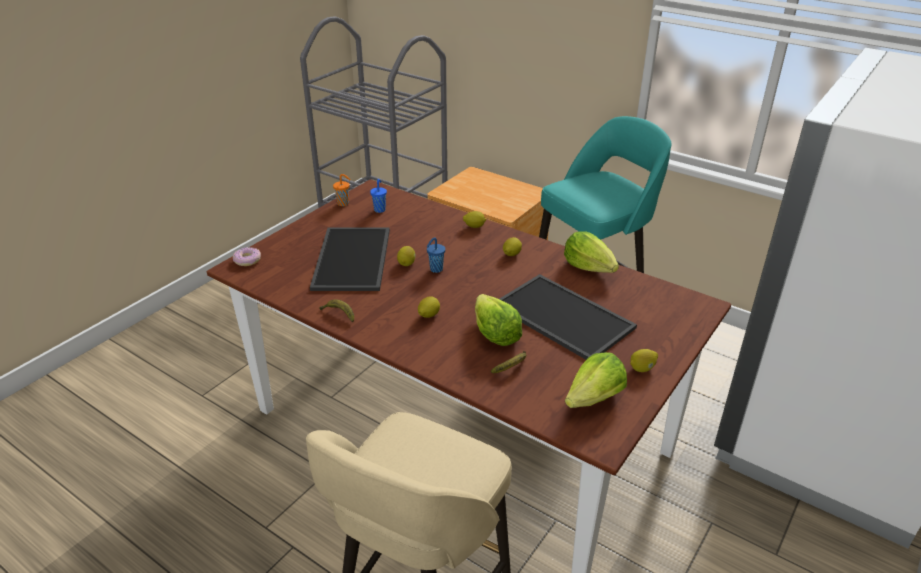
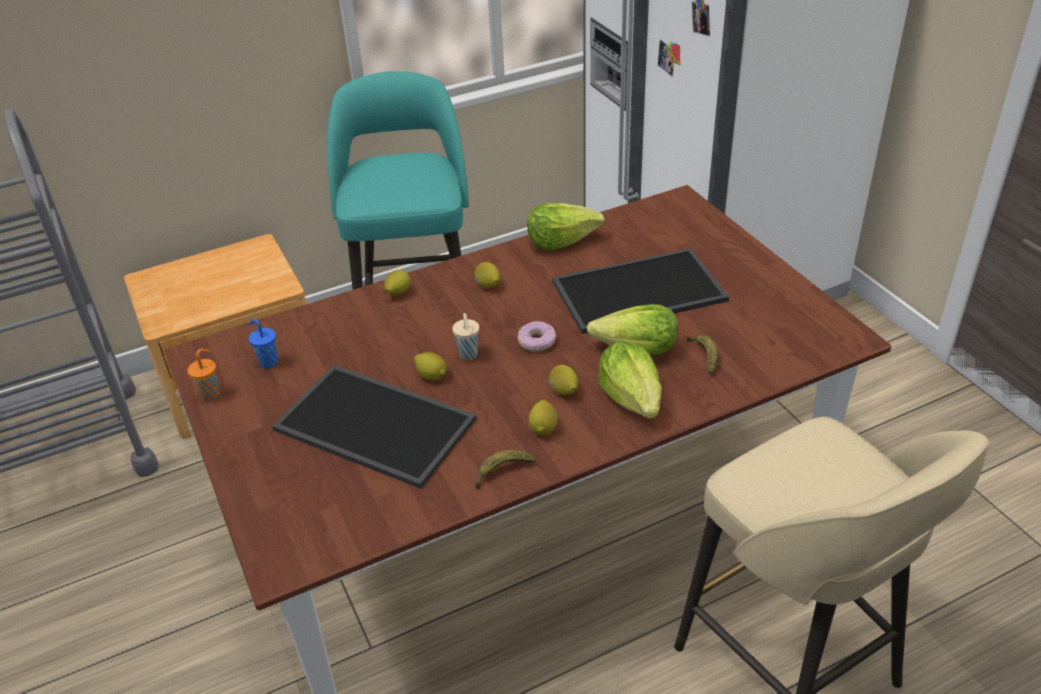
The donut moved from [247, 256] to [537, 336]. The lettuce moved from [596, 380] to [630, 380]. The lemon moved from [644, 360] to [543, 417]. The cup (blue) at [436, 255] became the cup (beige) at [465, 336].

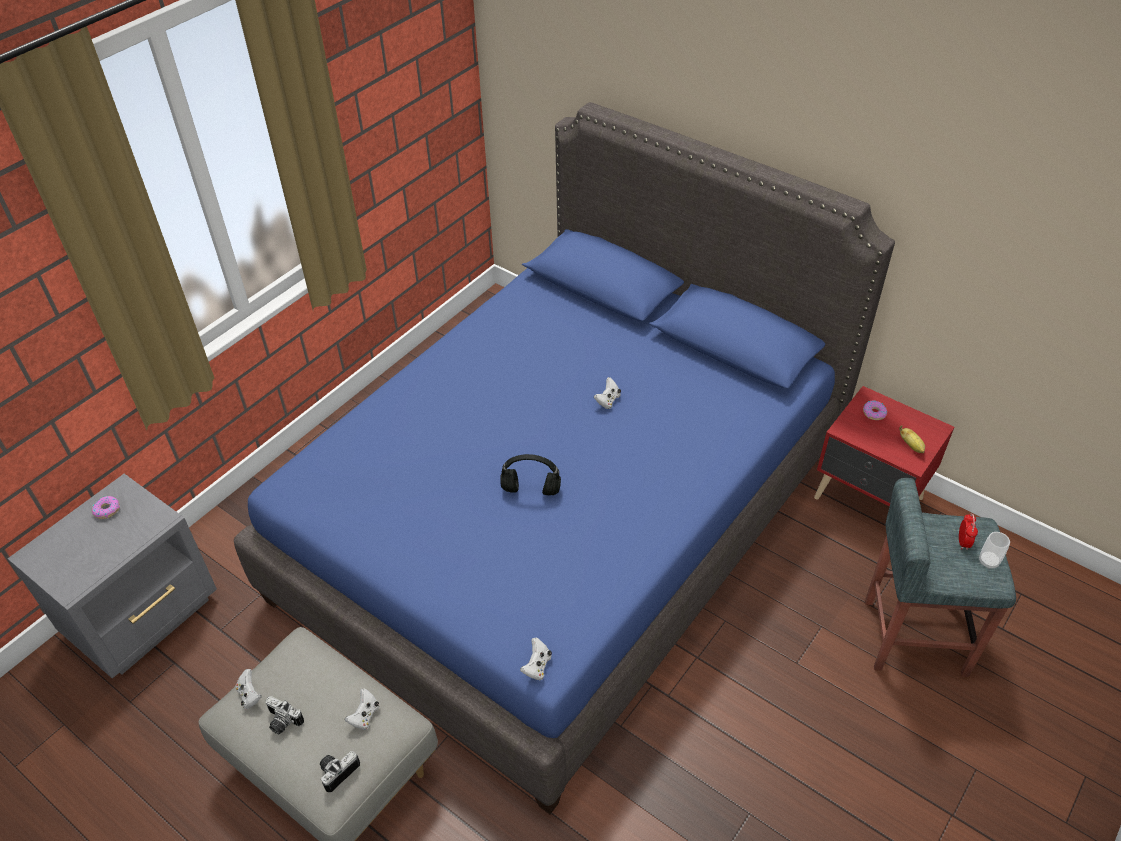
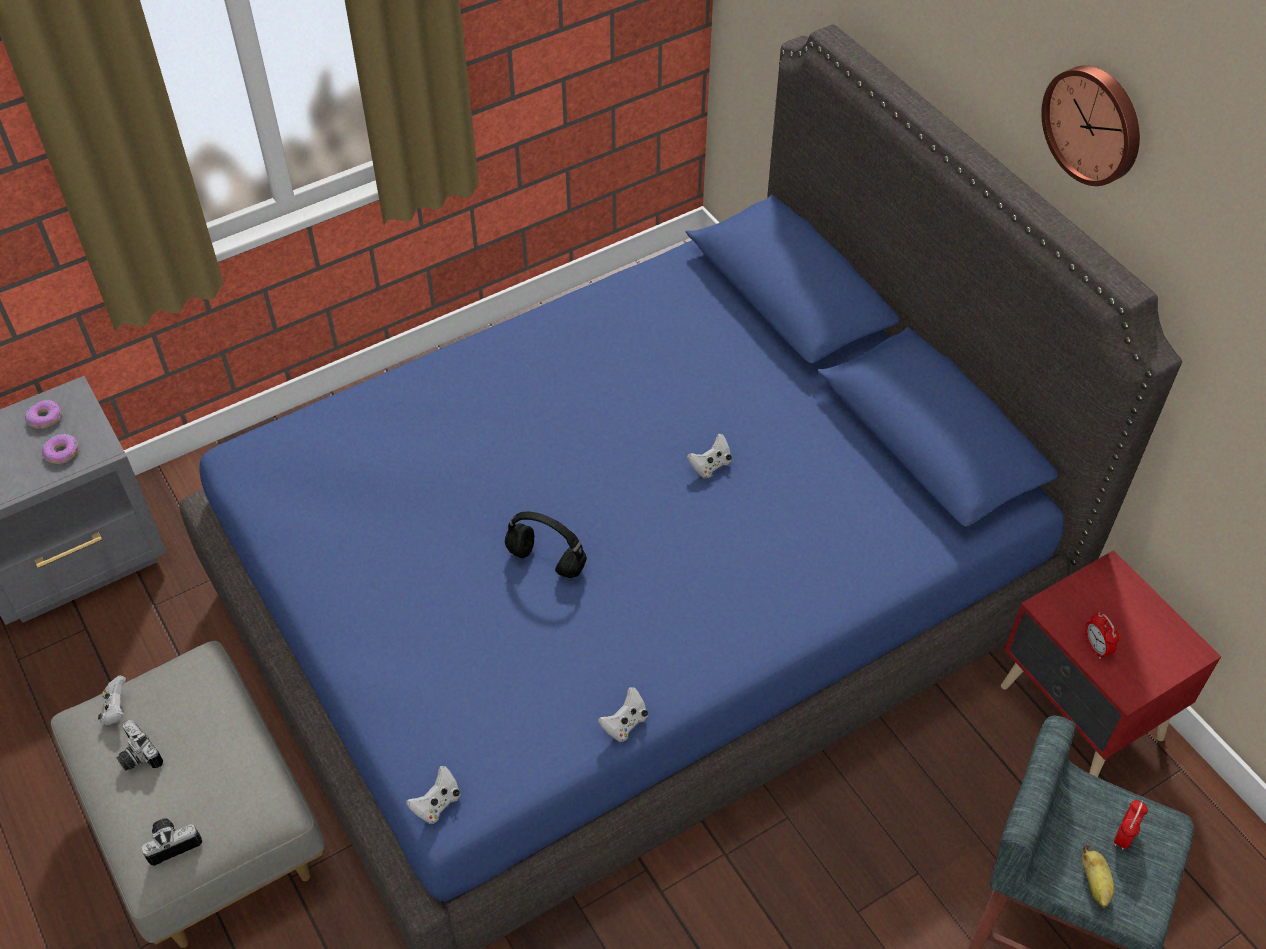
The cup at [994, 550] disappeared. The wall clock at [1090, 125] appeared. The alarm clock at [1102, 635] appeared. The game controller (white) moved from [362, 709] to [623, 714]. The donut moved from [875, 410] to [60, 448]. The banana moved from [912, 439] to [1098, 876].

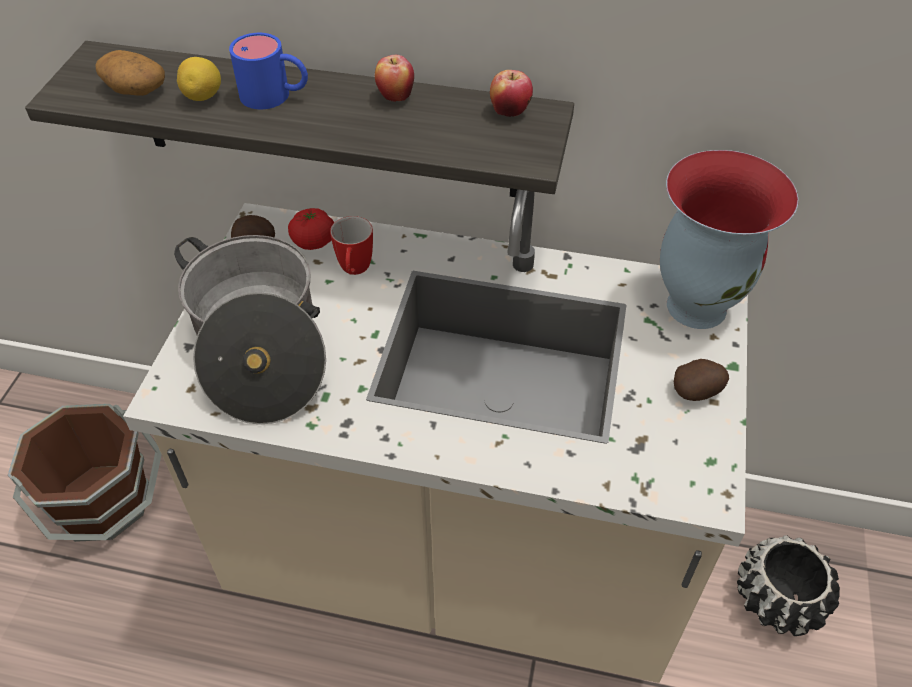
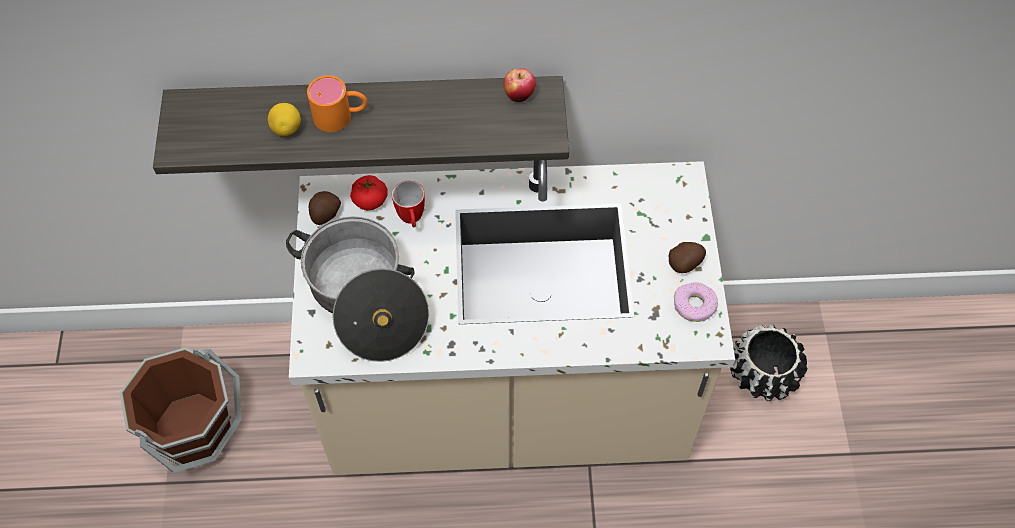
The potato at [130, 73] disappeared. The apple at [394, 78] disappeared. The vase at [729, 239] disappeared. The donut at [696, 302] appeared. The mug (blue) at [268, 71] became the mug (orange) at [337, 103].

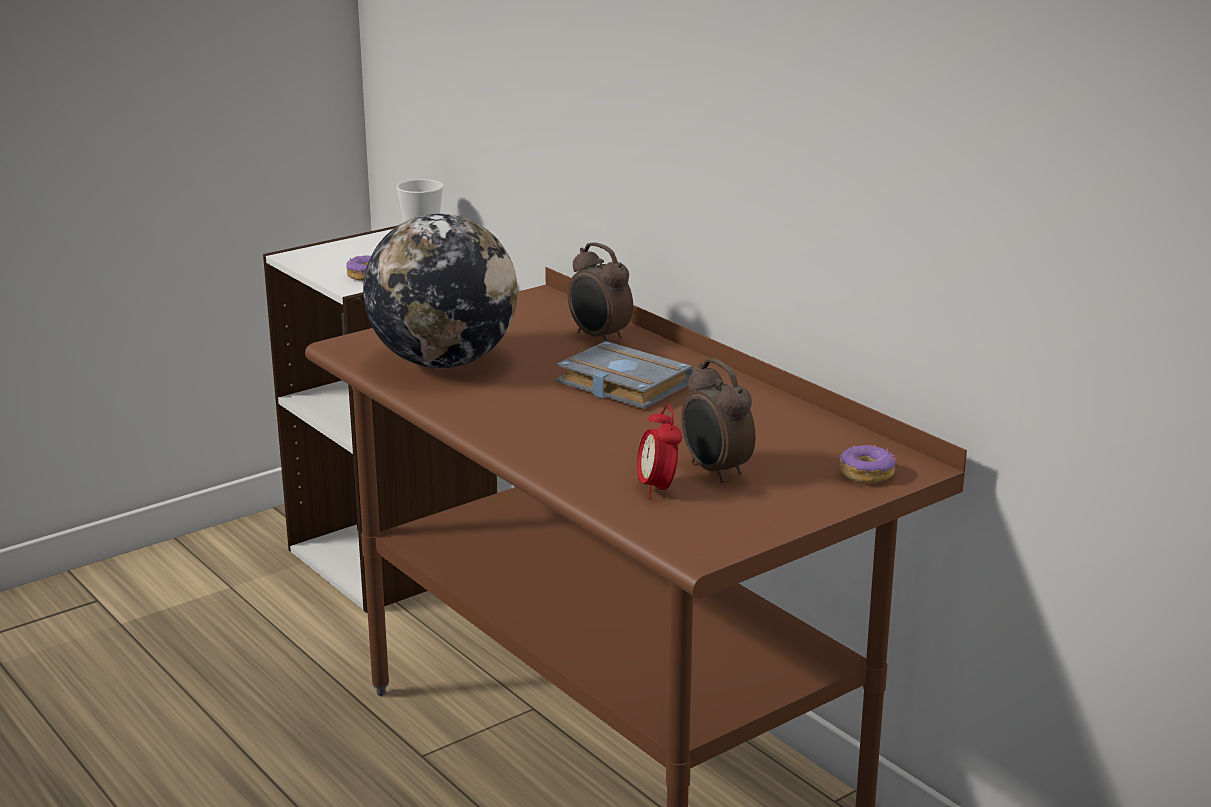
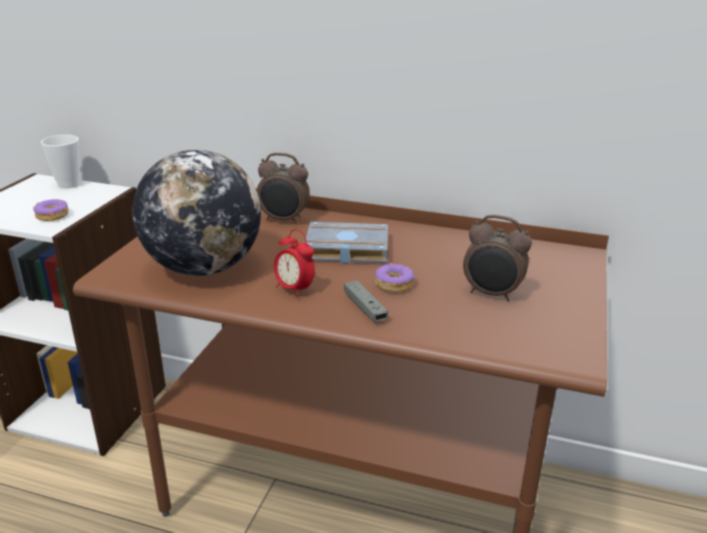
The game controller (grey) at [366, 301] appeared. The alarm clock moved from [659, 451] to [294, 263]. The donut moved from [868, 464] to [394, 278].

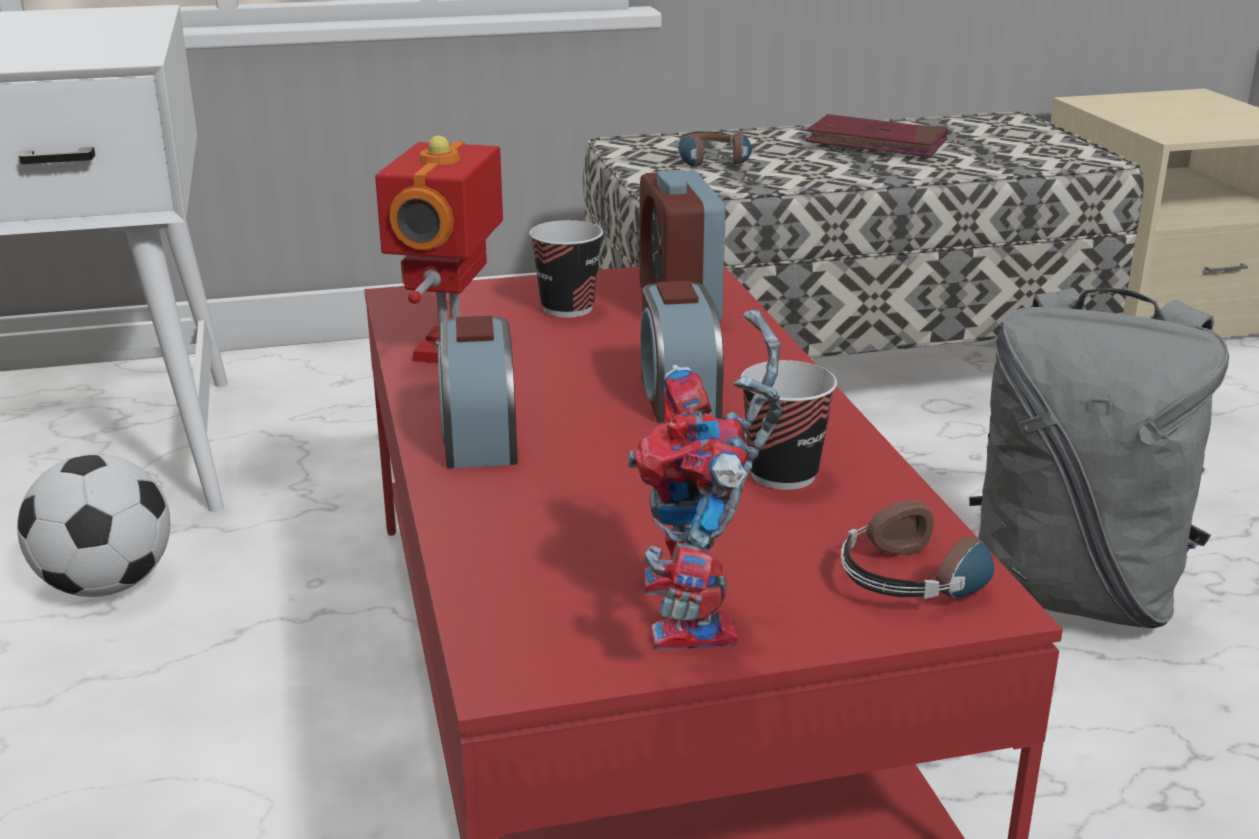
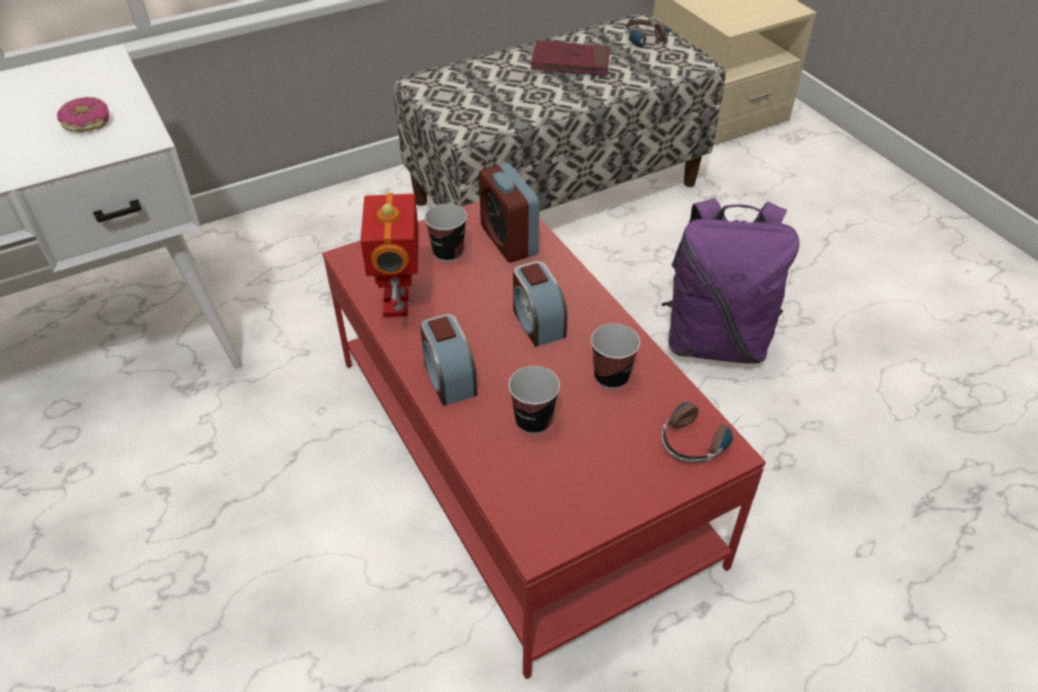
The football at [93, 525] disappeared. The toy robot at [704, 479] disappeared. The donut at [83, 114] appeared. The cup at [534, 400] appeared. The headphones moved from [714, 149] to [647, 33]. The backpack (grey) at [1099, 458] became the backpack (purple) at [730, 281].

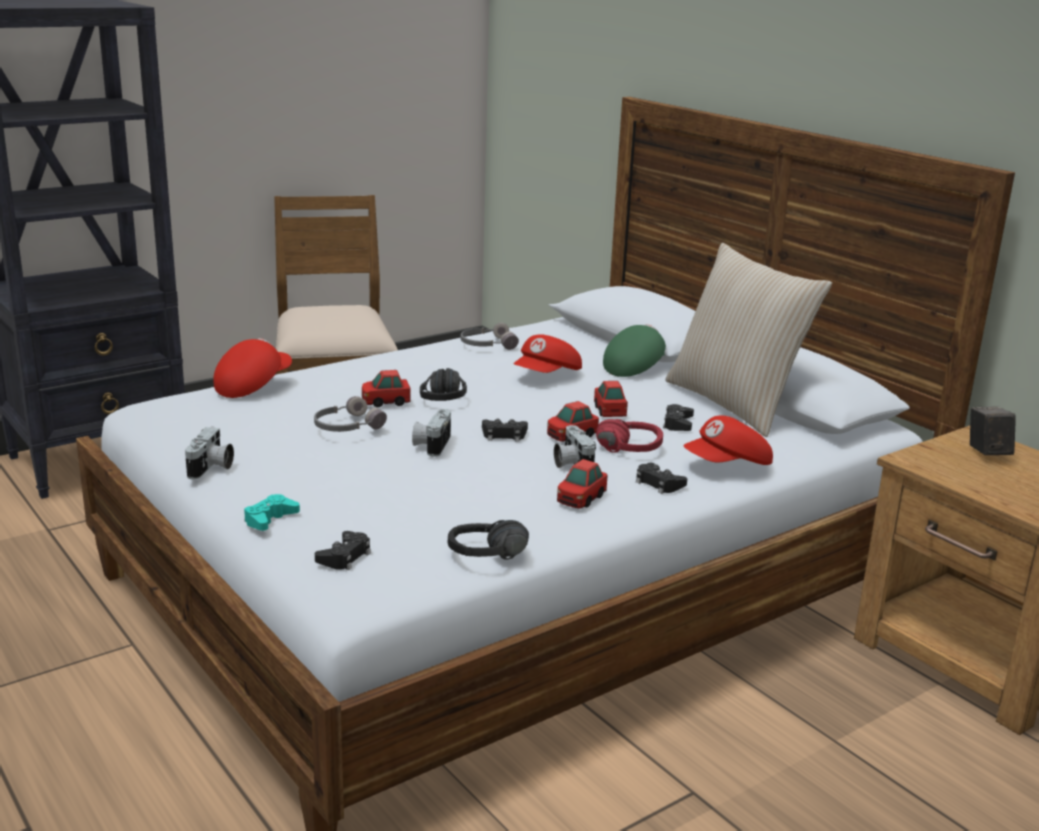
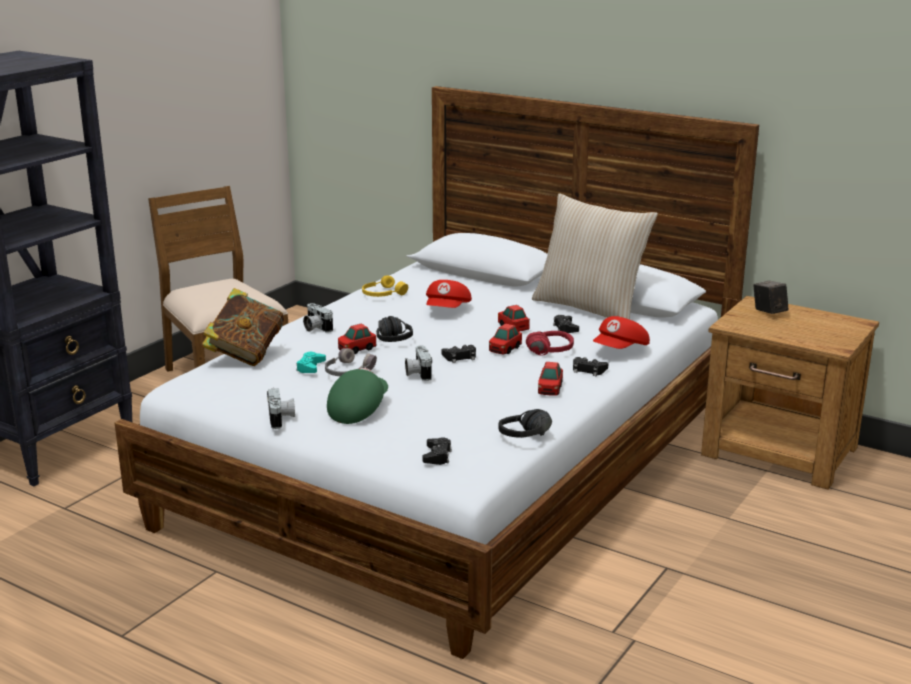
The game controller (turquoise) moved from [272, 512] to [311, 362]. The photo camera moved from [575, 446] to [318, 318]. The cap (green) moved from [634, 350] to [357, 396]. The cap (red) at [252, 368] was replaced by the book at [243, 327]. The headphones (grey) at [490, 336] became the headphones (yellow) at [385, 286].

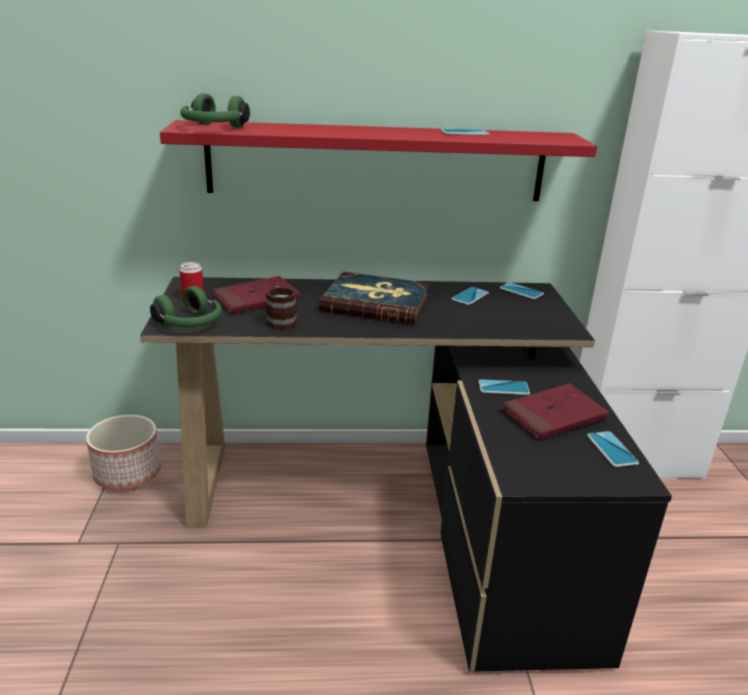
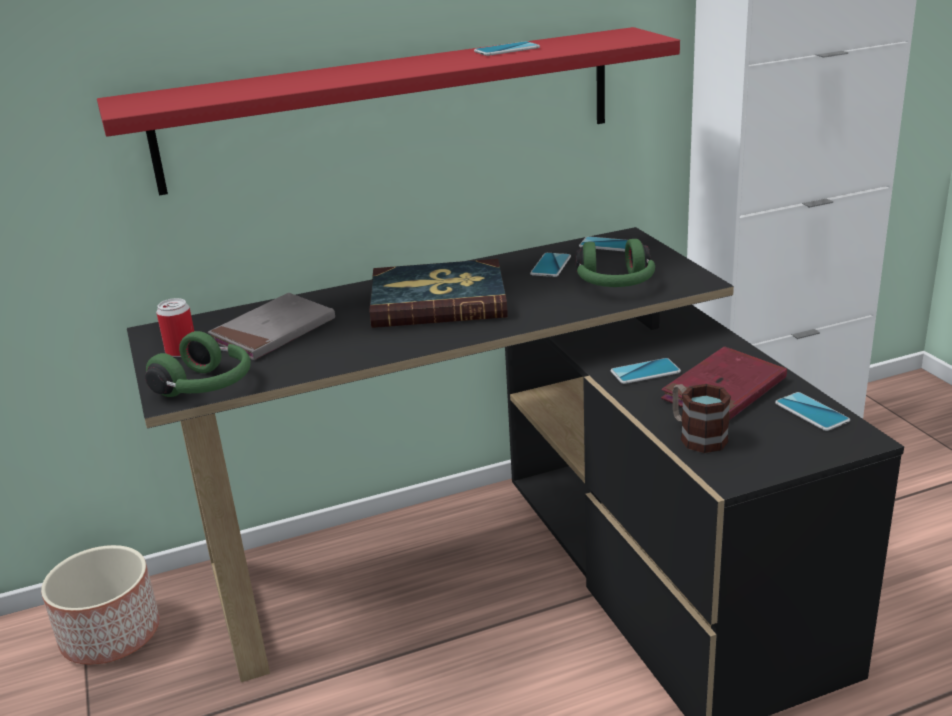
The headphones (green) moved from [215, 110] to [615, 263]. The mug moved from [281, 308] to [701, 418]. The book (red) at [257, 295] became the book (grey) at [271, 326].

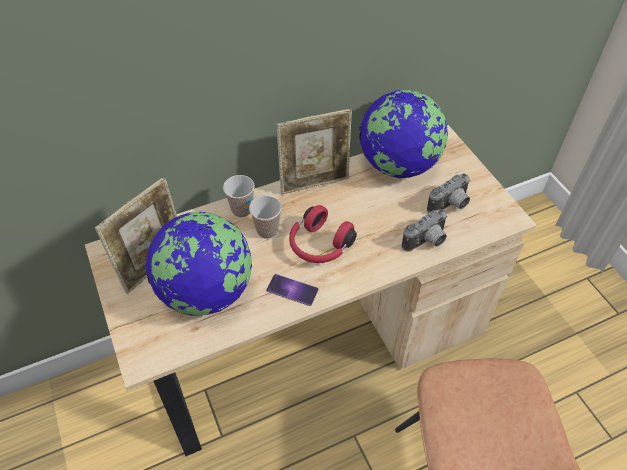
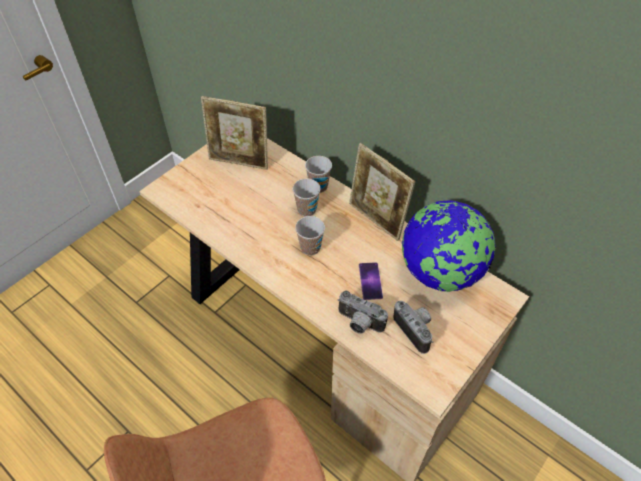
The globe at [199, 264] disappeared. The phone moved from [292, 290] to [371, 281]. The headphones (red) at [323, 234] was replaced by the cup at [310, 236]. The photo camera at [448, 193] turned 150 degrees counterclockwise.

